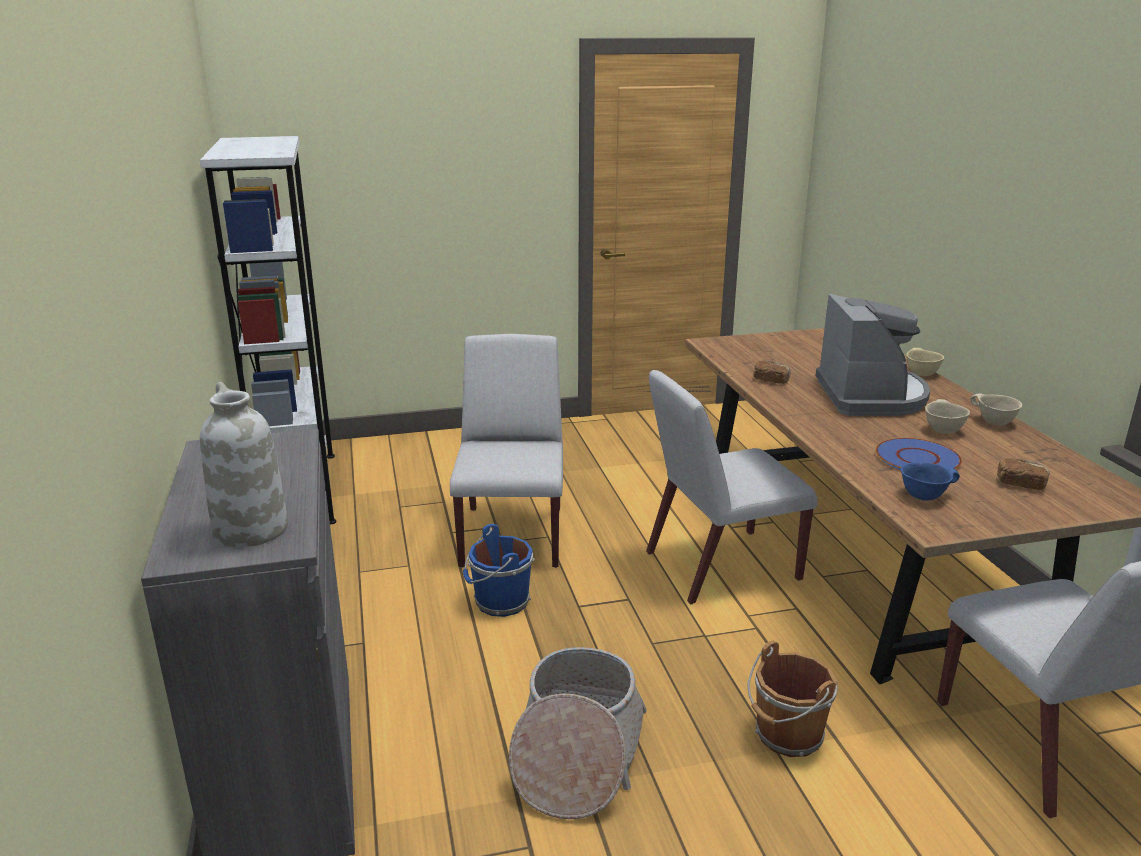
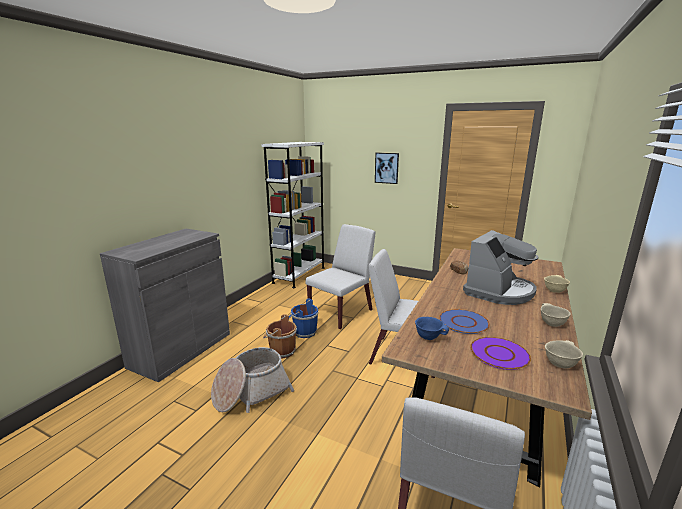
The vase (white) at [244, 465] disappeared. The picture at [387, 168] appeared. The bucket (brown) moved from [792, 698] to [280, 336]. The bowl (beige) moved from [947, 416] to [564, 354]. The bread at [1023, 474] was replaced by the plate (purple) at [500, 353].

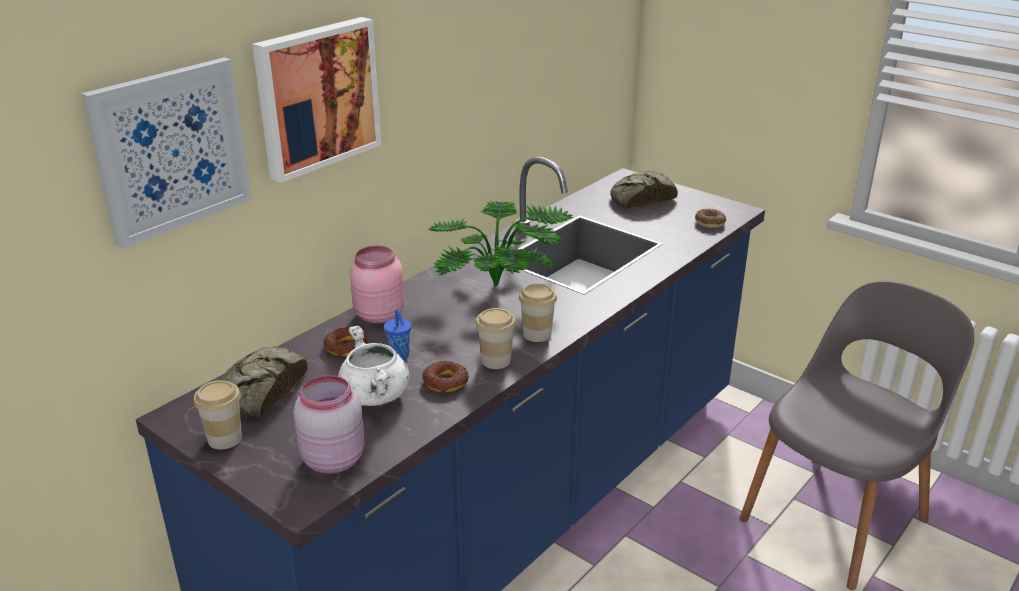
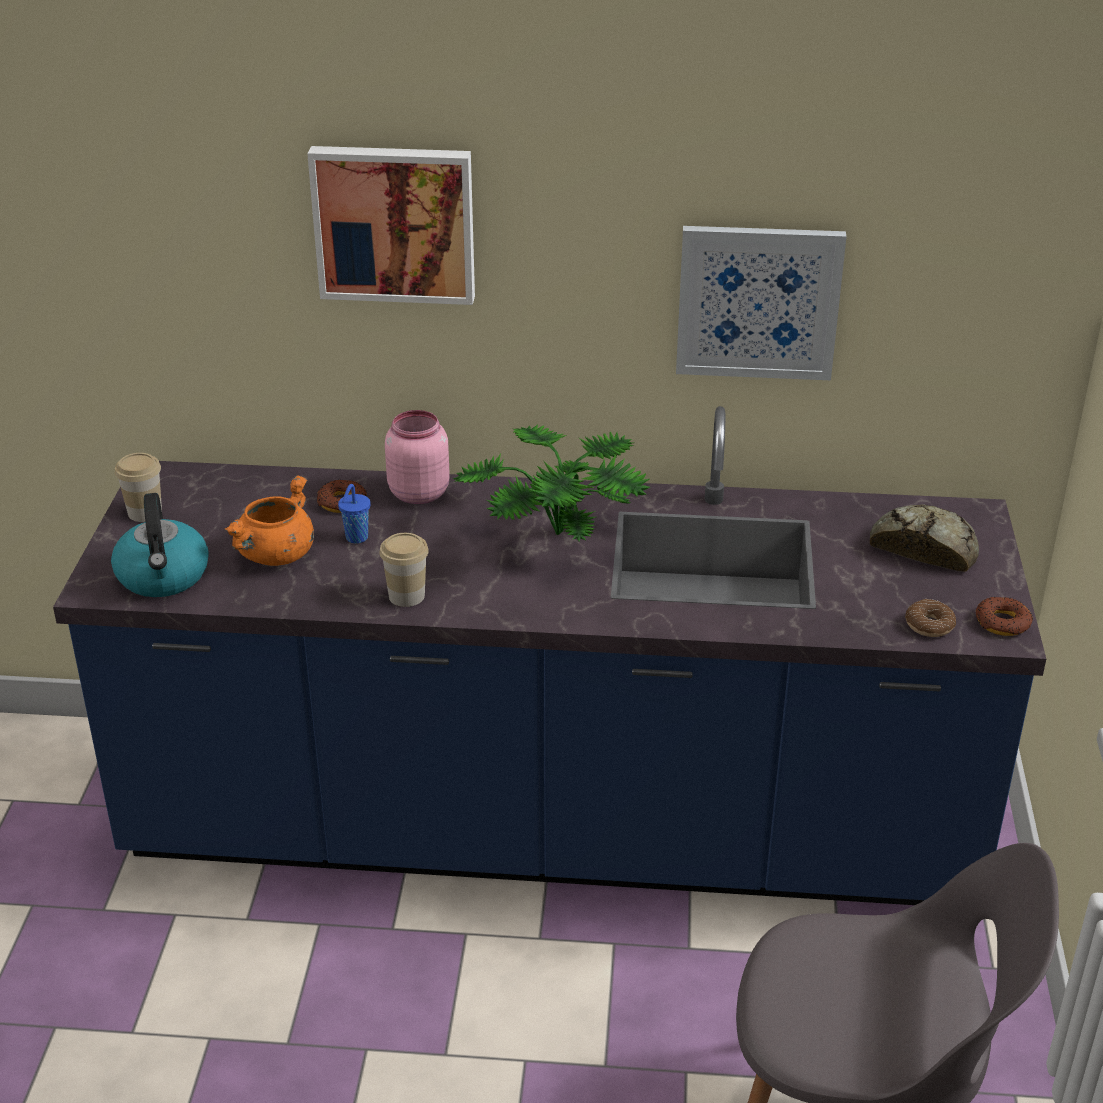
The bread at [264, 381] disappeared. The cup at [538, 313] disappeared. The picture moved from [166, 153] to [761, 303]. The donut moved from [446, 376] to [1004, 616]. The jar (pink) at [329, 424] was replaced by the kettle at [160, 545]. The cooking pot (white) at [373, 366] became the cooking pot (orange) at [269, 520].

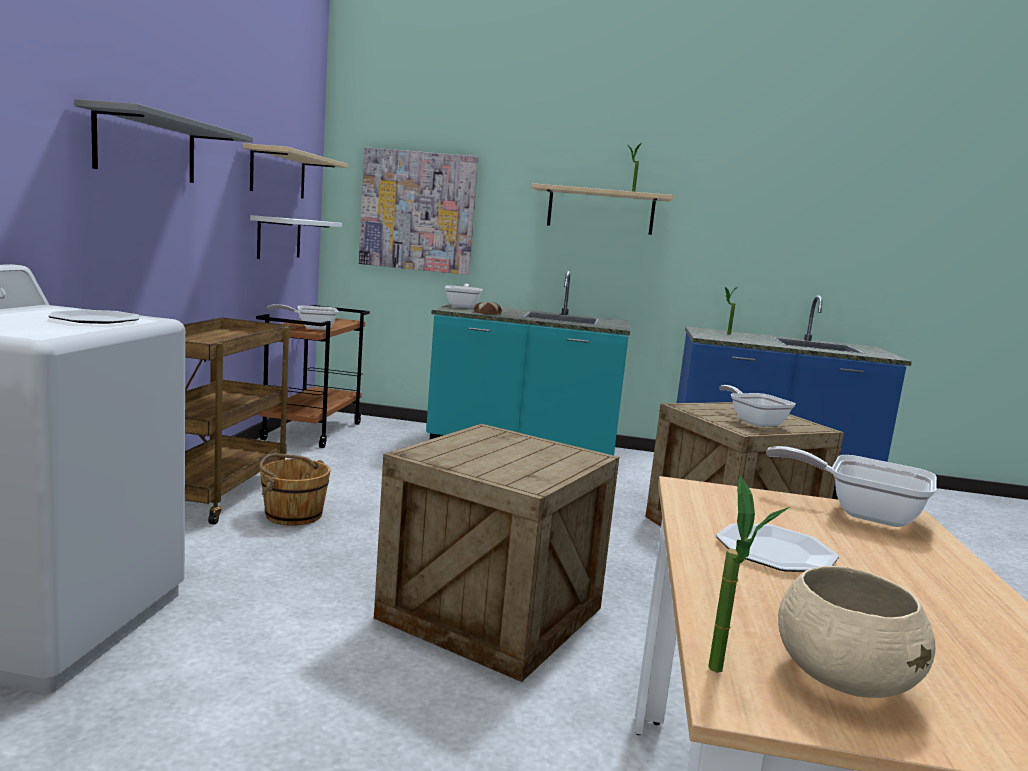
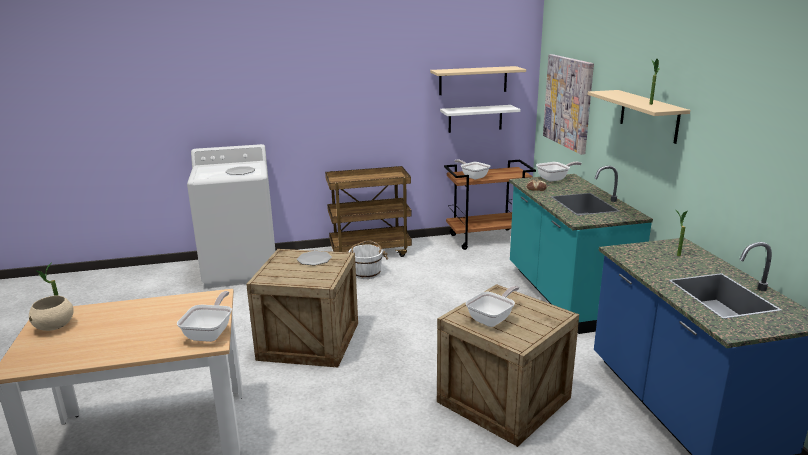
The shelf (grey) at [163, 141] disappeared. The plate moved from [777, 547] to [314, 258]. The bucket (brown) at [295, 489] became the bucket (white) at [367, 259].

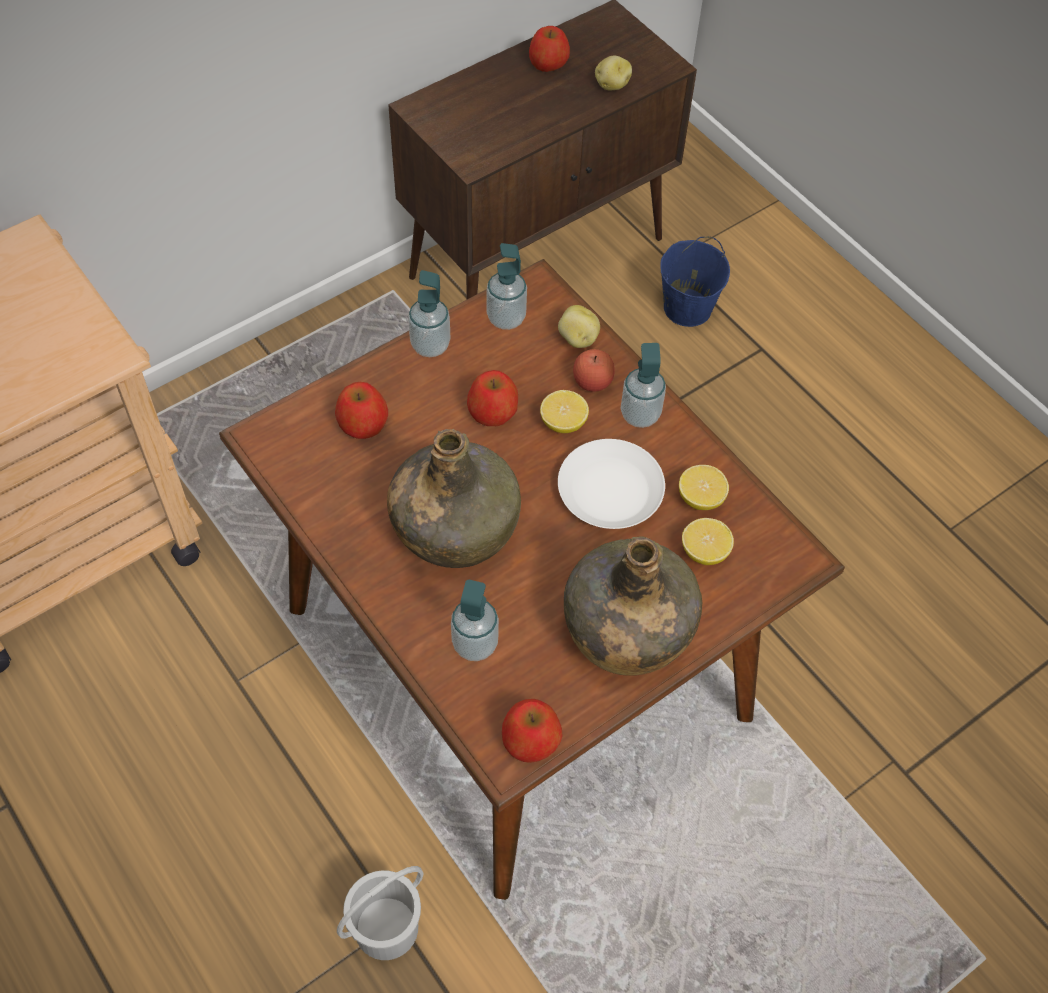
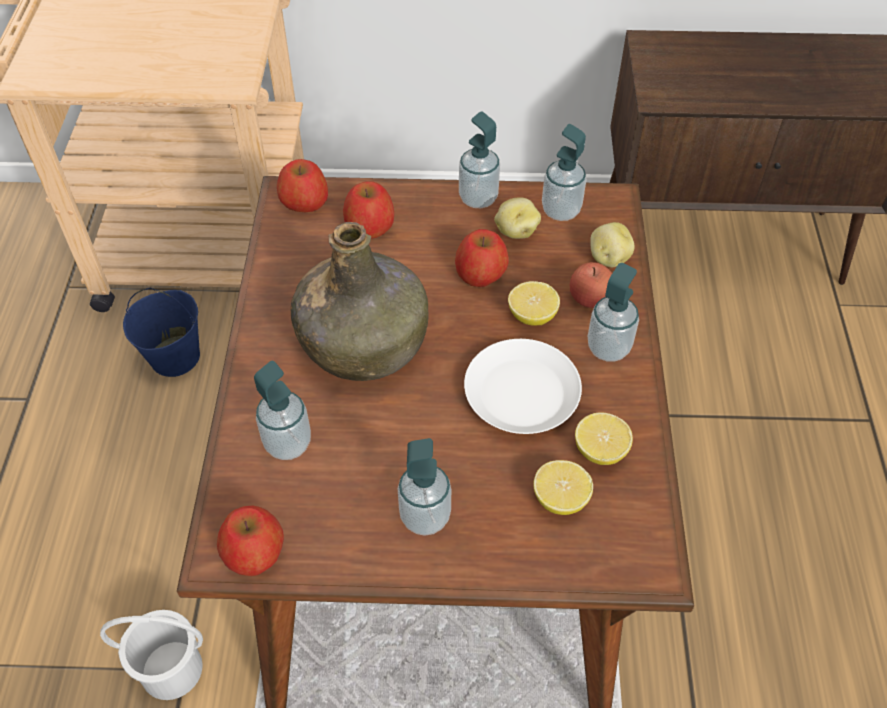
The apple moved from [549, 49] to [302, 185]. The potato moved from [613, 73] to [517, 218]. The bucket (blue) moved from [695, 282] to [161, 332]. The bottle (green) at [633, 606] was replaced by the soap dispenser at [424, 487].

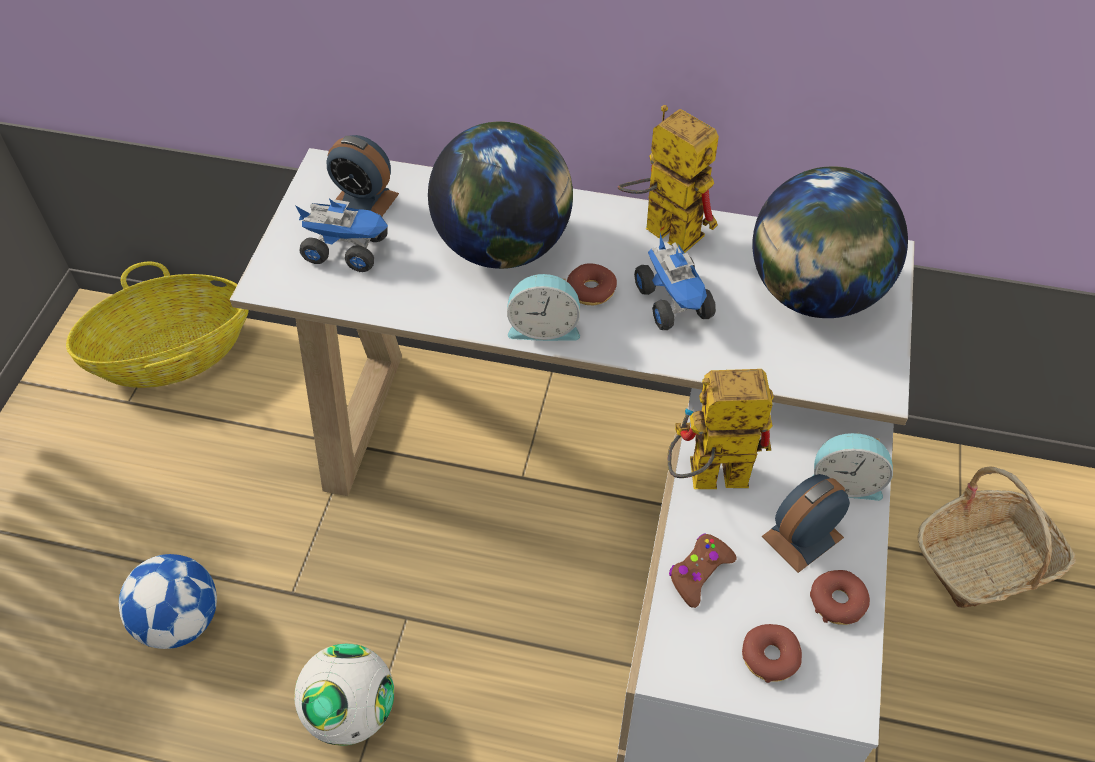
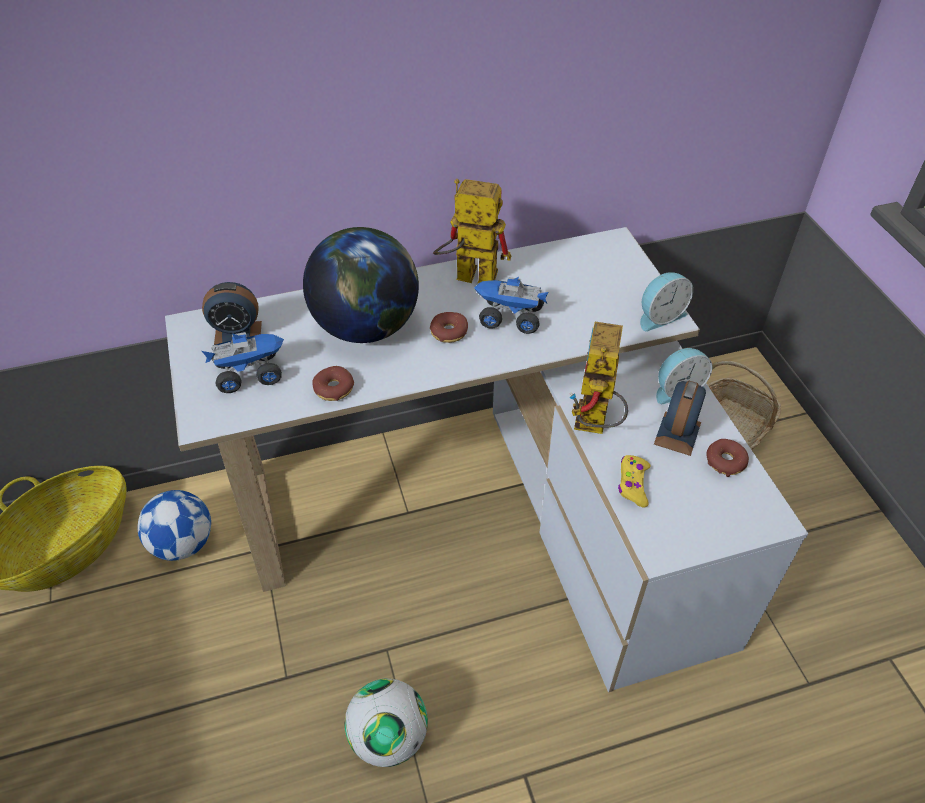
The globe at [830, 242] disappeared. The football moved from [168, 601] to [174, 525]. The alarm clock moved from [543, 307] to [666, 301]. The donut moved from [772, 653] to [333, 383]. The game controller (brown) at [703, 571] became the game controller (yellow) at [634, 481]. The toy truck at [675, 281] turned 150 degrees clockwise. The toy robot at [721, 429] turned 45 degrees counterclockwise.

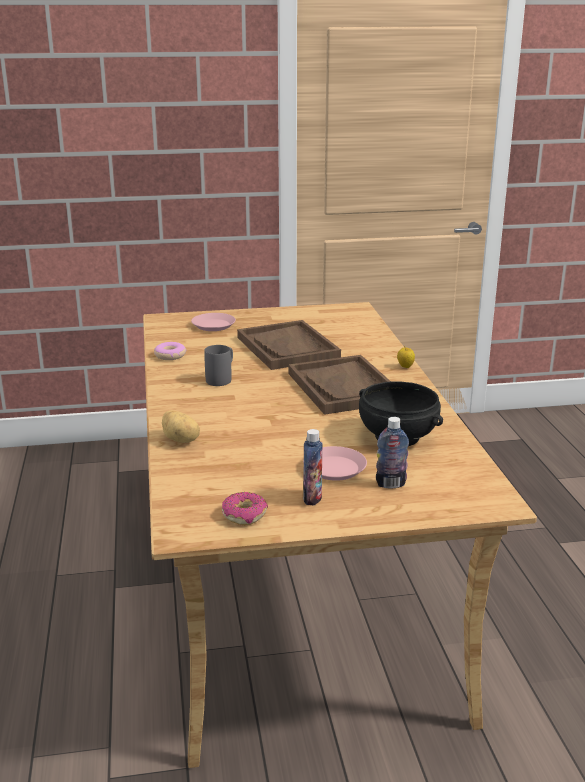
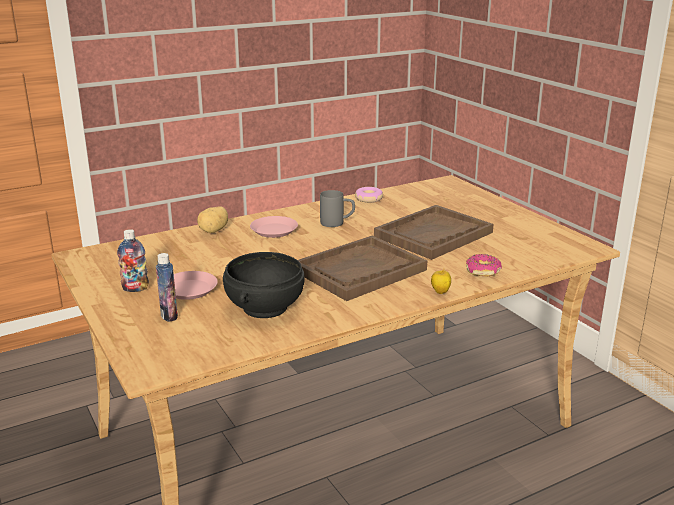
The plate (pink) moved from [213, 322] to [274, 227]. The donut moved from [245, 509] to [484, 265].

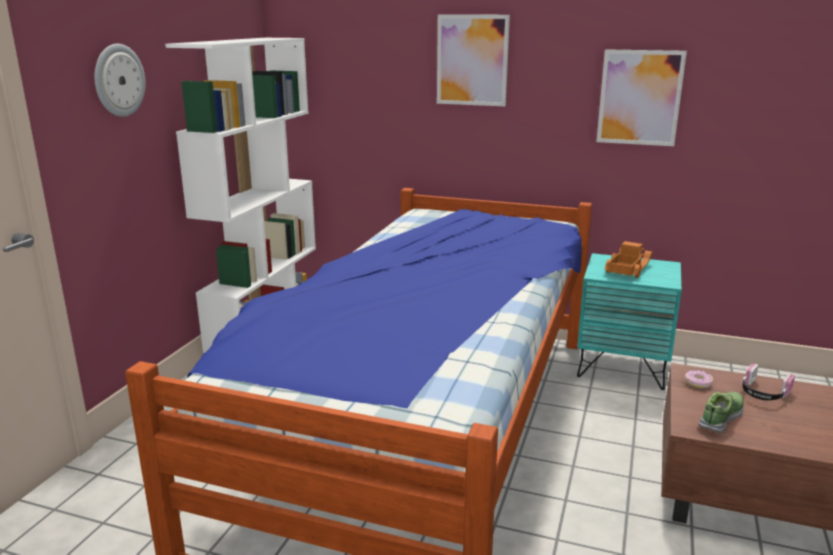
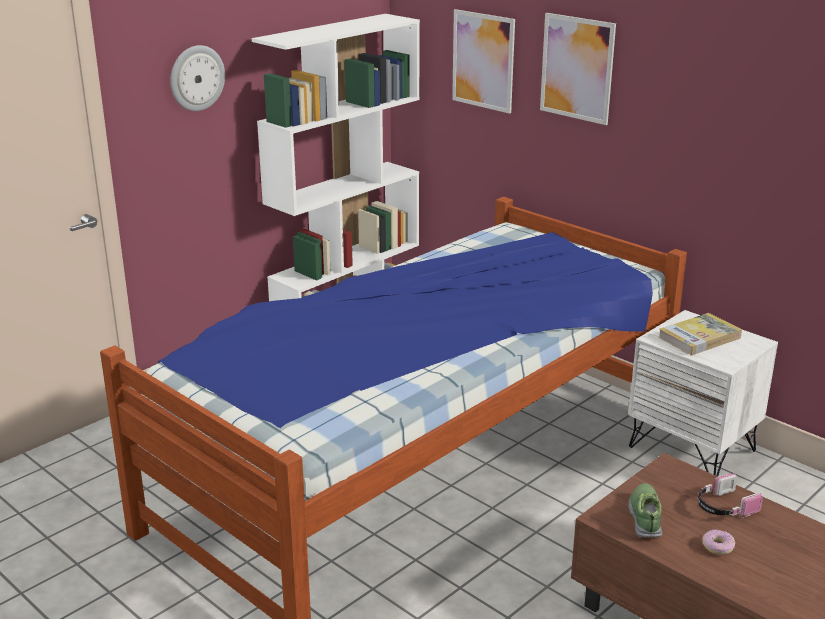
The picture moved from [642, 97] to [483, 61]. The donut moved from [699, 379] to [718, 542]. The toy truck at [628, 259] was replaced by the book at [700, 334]. The nightstand (turquoise) at [629, 321] became the nightstand (white) at [703, 393]. The shoe at [721, 412] turned 60 degrees counterclockwise.

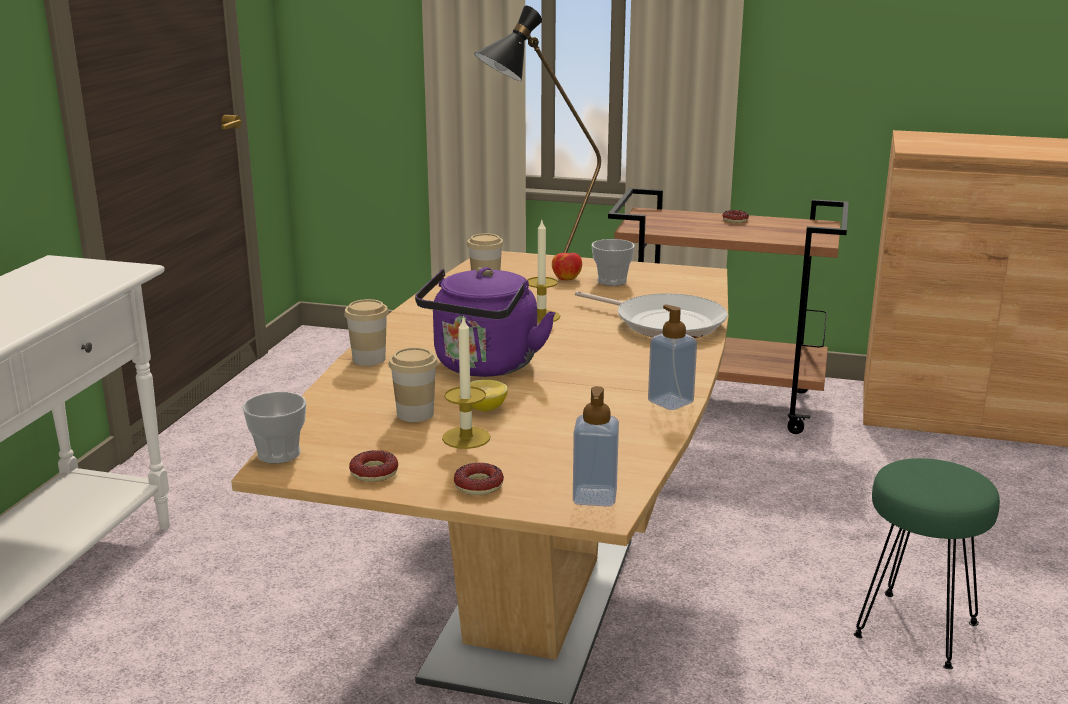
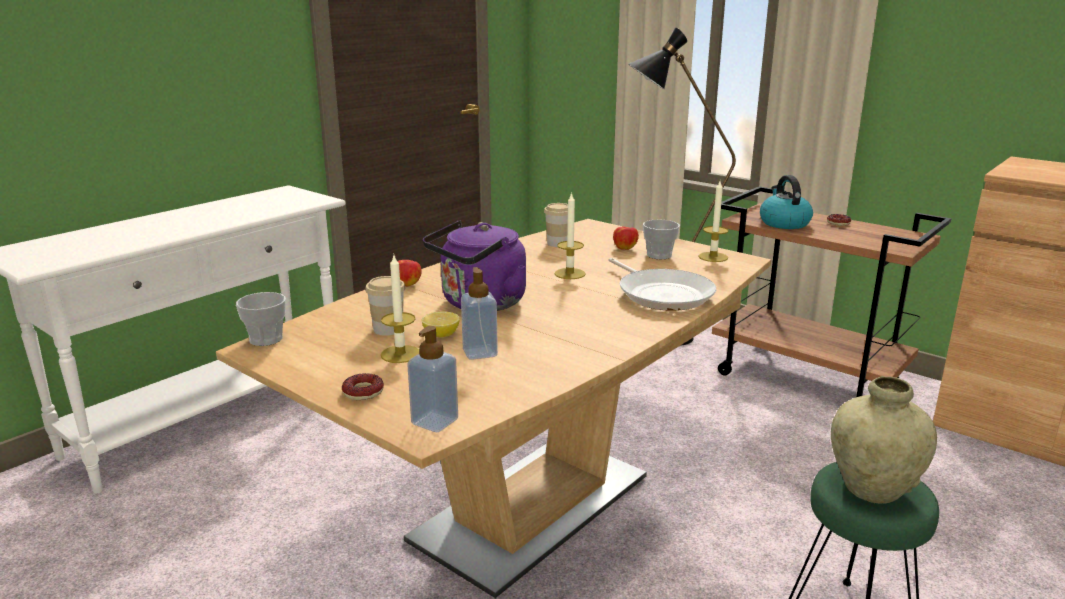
The donut at [373, 466] disappeared. The candle at [713, 221] appeared. The kettle at [786, 202] appeared. The vase (beige) at [884, 439] appeared. The soap dispenser moved from [672, 357] to [479, 313]. The cup at [366, 332] was replaced by the apple at [409, 273].

